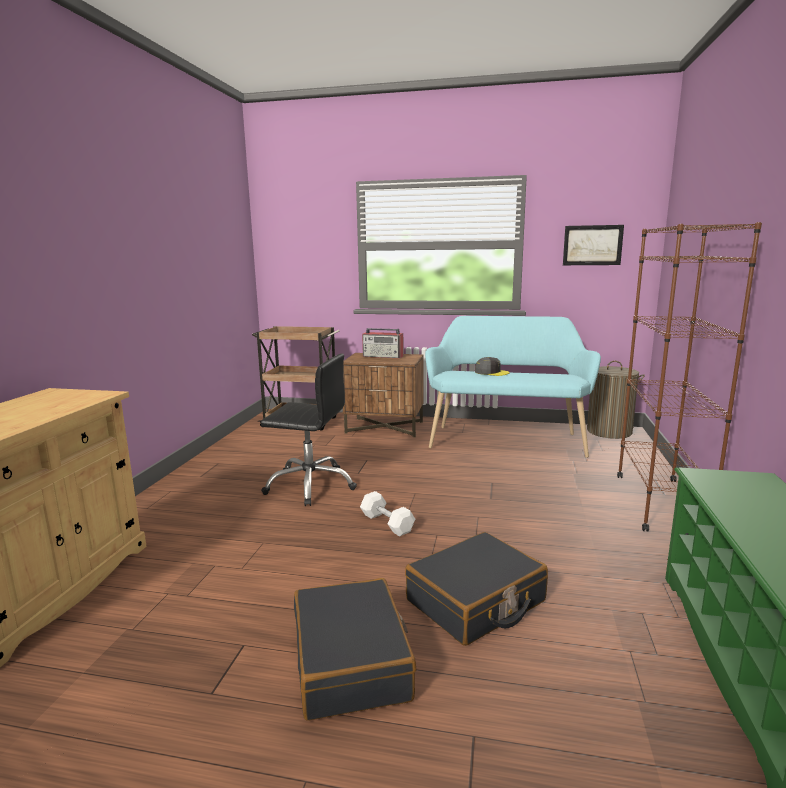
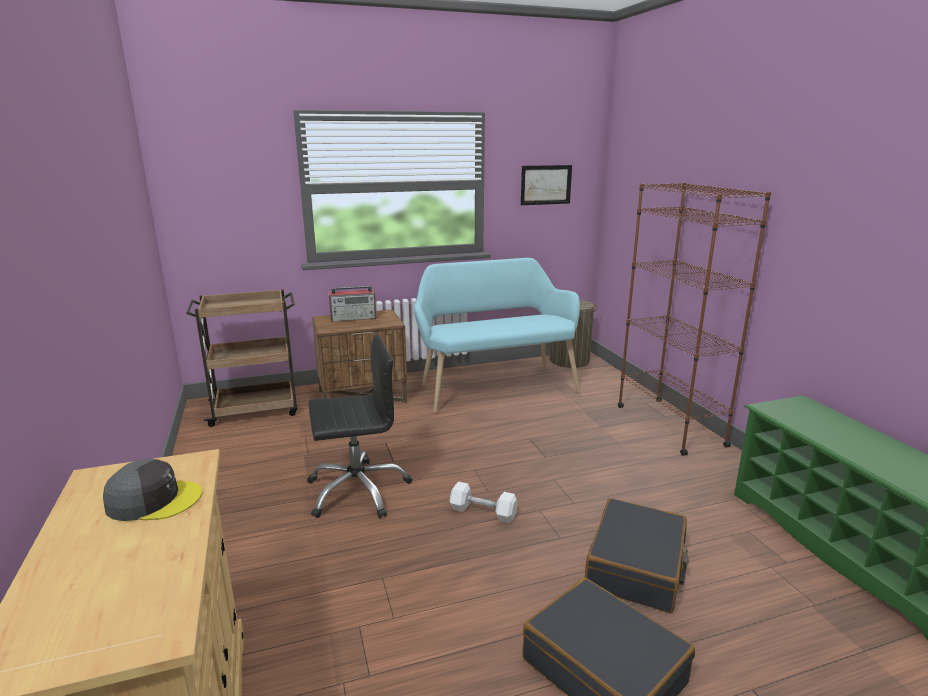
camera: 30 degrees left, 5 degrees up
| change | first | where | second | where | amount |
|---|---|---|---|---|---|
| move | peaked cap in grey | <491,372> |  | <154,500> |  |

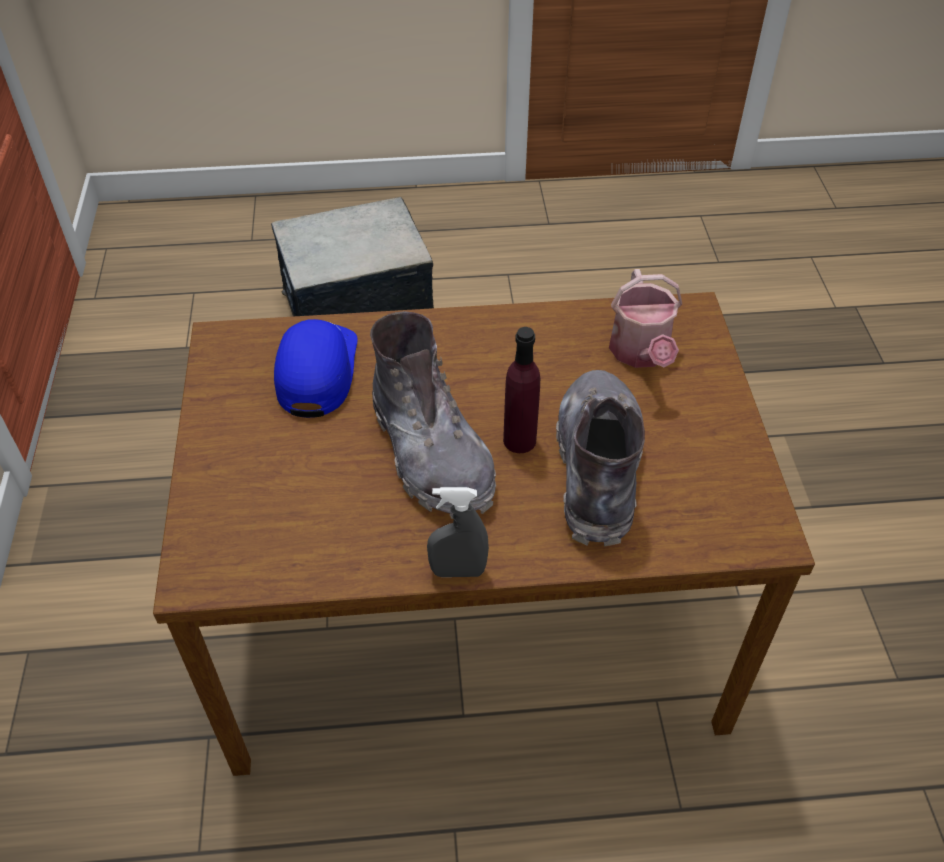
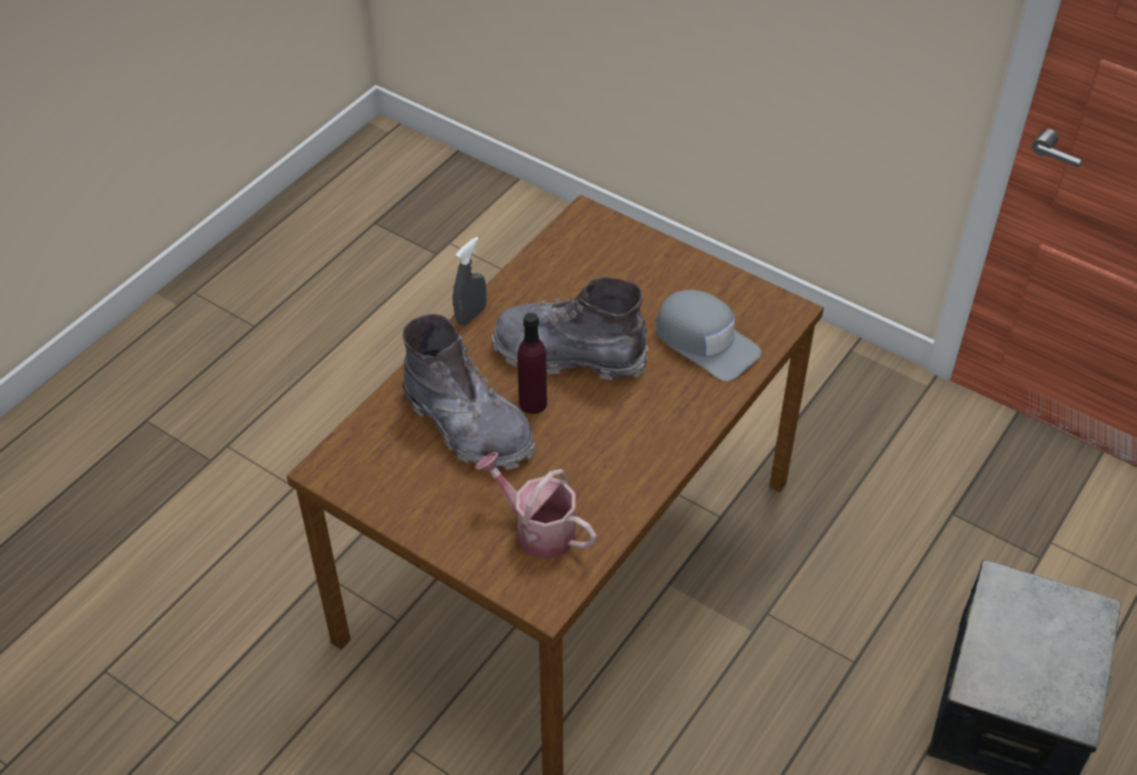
camera: 130 degrees right, 0 degrees up
| change | first | where | second | where | amount |
|---|---|---|---|---|---|
| recolor | peaked cap in blue | <316,371> | peaked cap in grey | <705,342> |  |

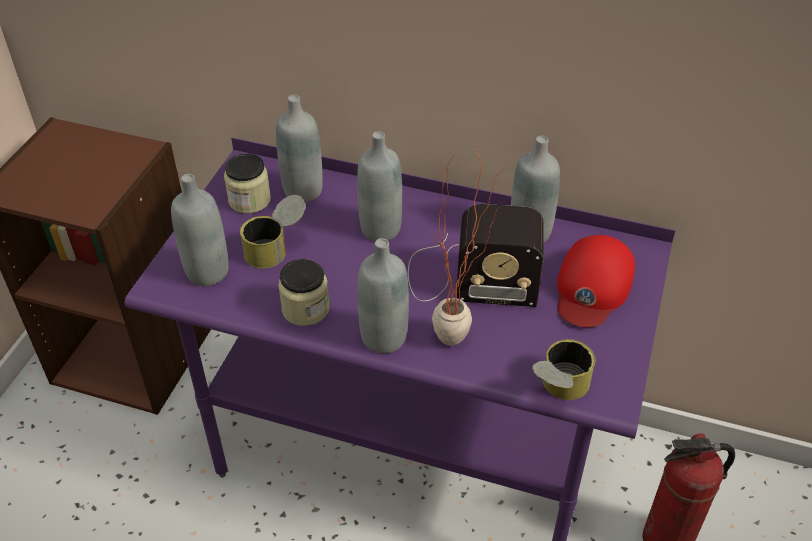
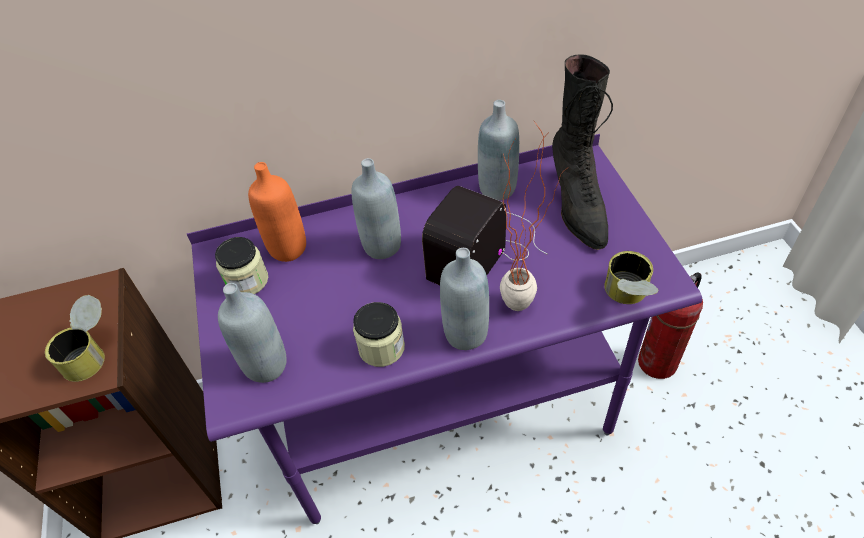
camera: 30 degrees left, 5 degrees up
| change | first | where | second | where | amount |
|---|---|---|---|---|---|
| move | metal can | <276,248> |  | <92,352> |  |
| recolor | beverage bottle in grey | <303,191> | beverage bottle in orange | <288,248> |  |
| rotate | radio receiver | <467,278> |  | <484,248> | 150 degrees clockwise |
| replace | peaked cap in red | <592,287> | high-top boot in blackish | <577,206> |  |

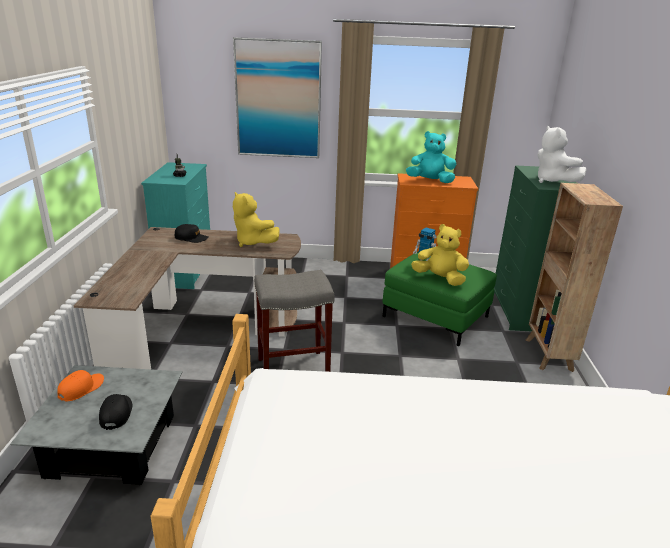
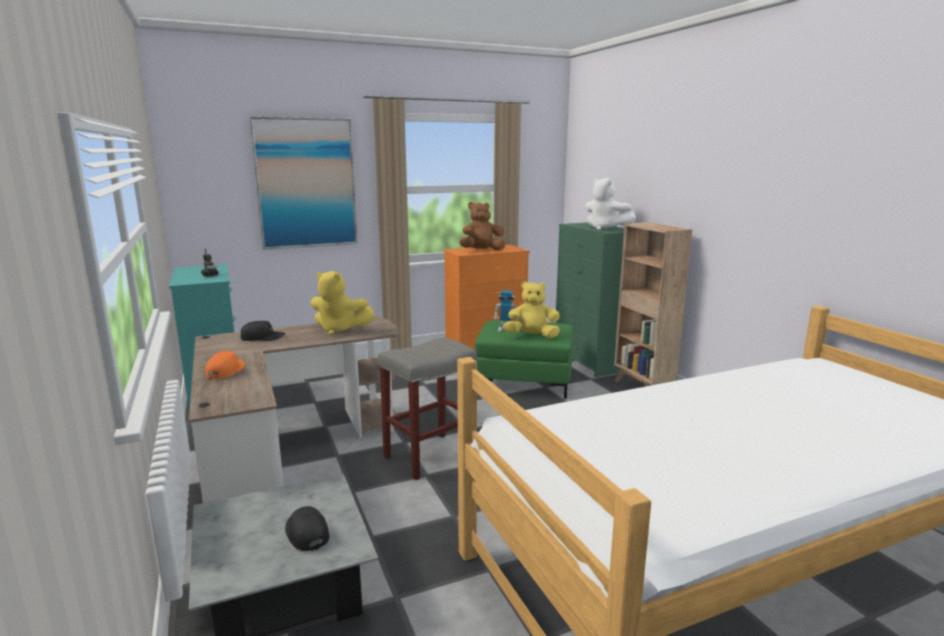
camera: 25 degrees left, 10 degrees down
| change | first | where | second | where | amount |
|---|---|---|---|---|---|
| move | peaked cap in orange | <81,388> |  | <226,371> |  |
| recolor | plush toy in blue-green | <430,181> | plush toy in brownish | <481,250> |  |

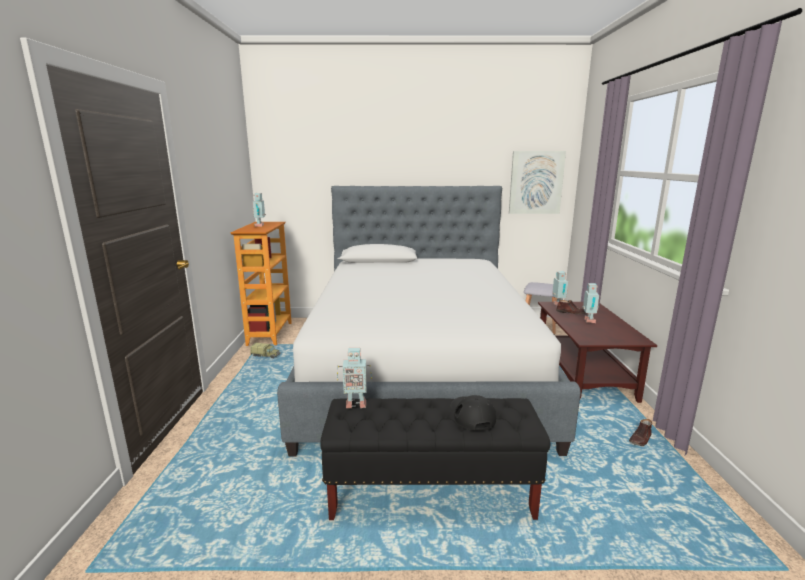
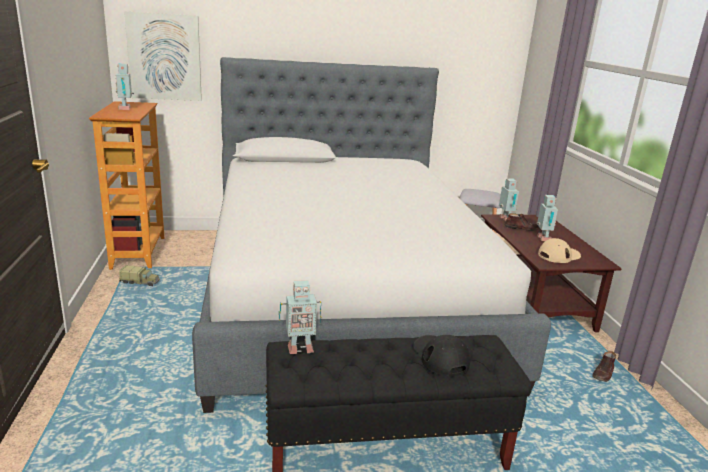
camera: 10 degrees left, 5 degrees up
| change | first | where | second | where | amount |
|---|---|---|---|---|---|
| move | wall art | <536,182> |  | <164,57> |  |
| insert |  |  | peaked cap in sand-coloured | <558,255> |  |

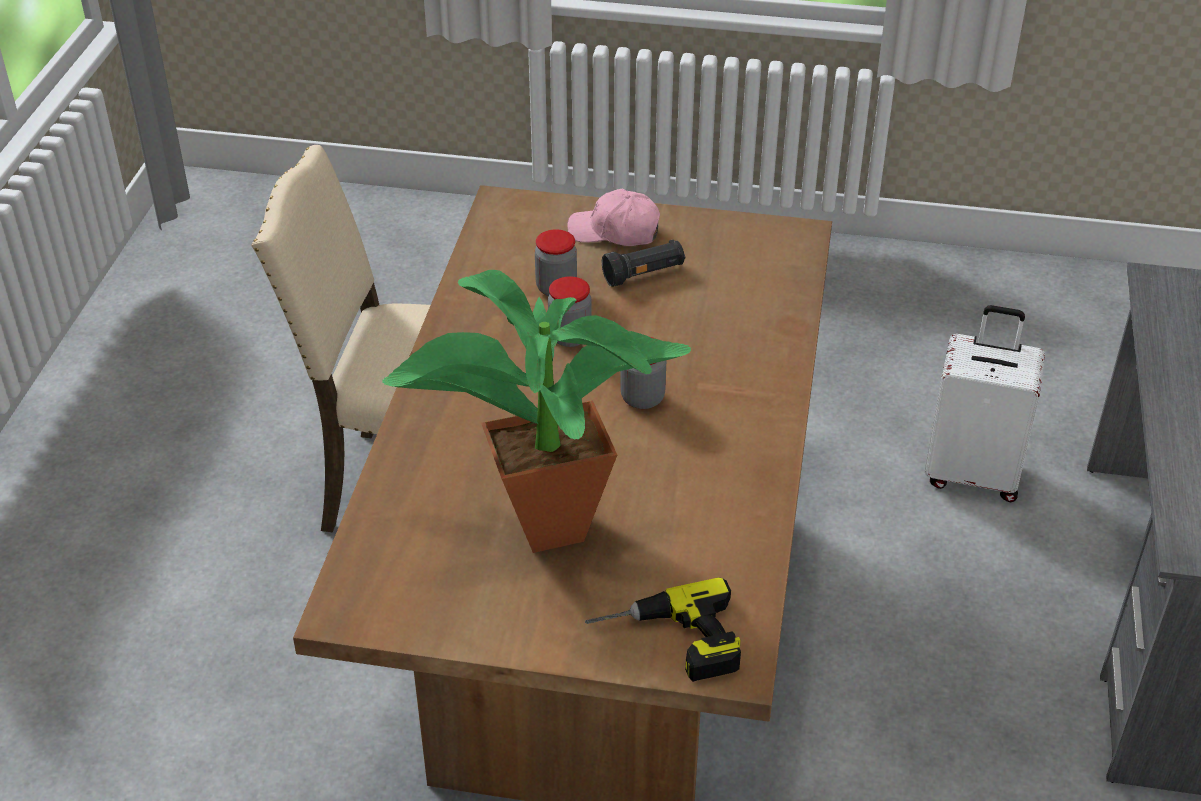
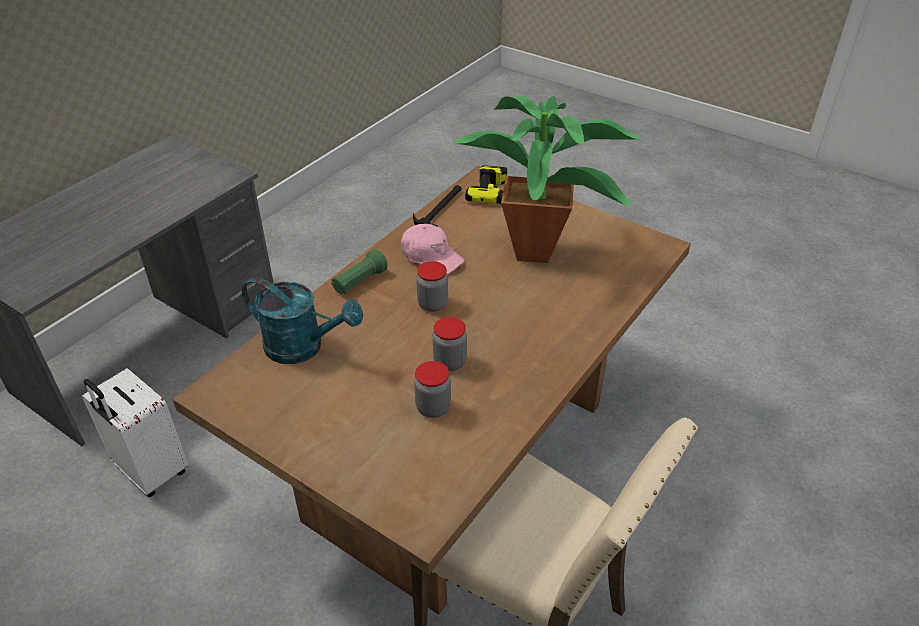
camera: 155 degrees left, 0 degrees up
| change | first | where | second | where | amount |
|---|---|---|---|---|---|
| move | peaked cap in pink-coloured | <615,231> |  | <431,257> |  |
| delete | torch in blackish | <644,274> |  |  |  |
| insert |  |  | sprinkling can in blue-green | <303,347> |  |
| insert |  |  | torch in green | <359,282> |  |
| insert |  |  | hand hammer | <439,208> |  |

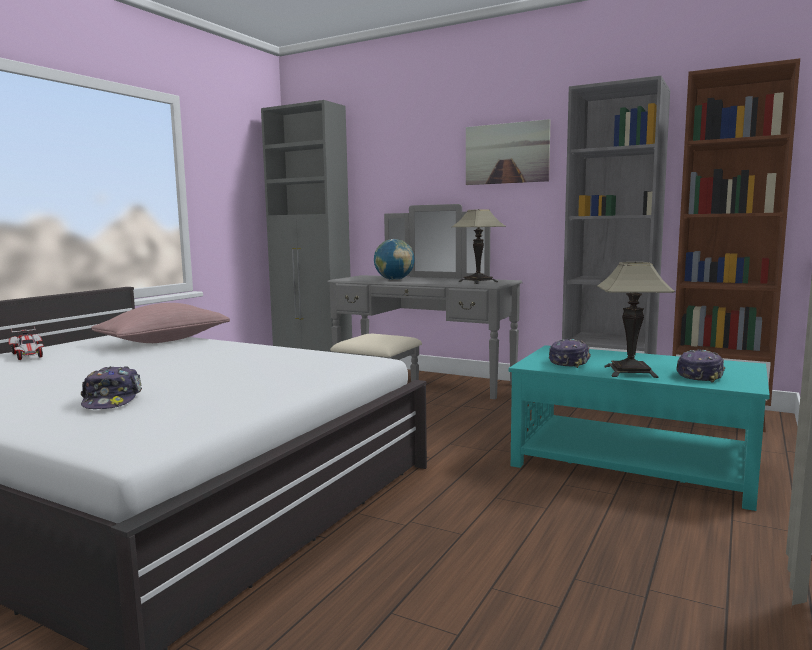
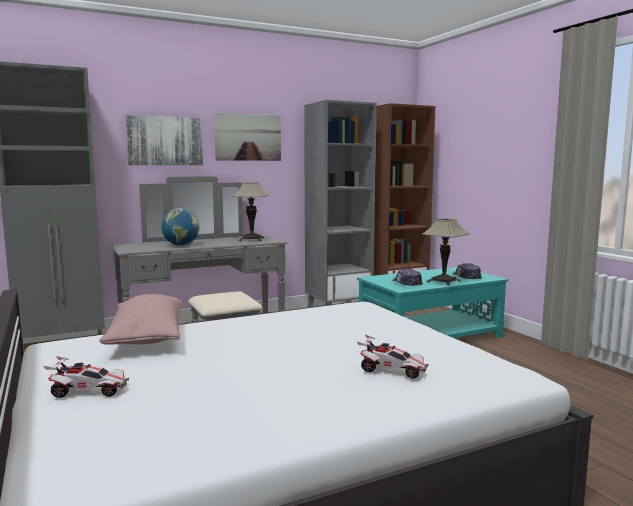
camera: 55 degrees left, 0 degrees up
| change | first | where | second | where | amount |
|---|---|---|---|---|---|
| replace | peaked cap | <112,400> | miniature car | <392,370> |  |
| insert |  |  | wall art | <165,141> |  |

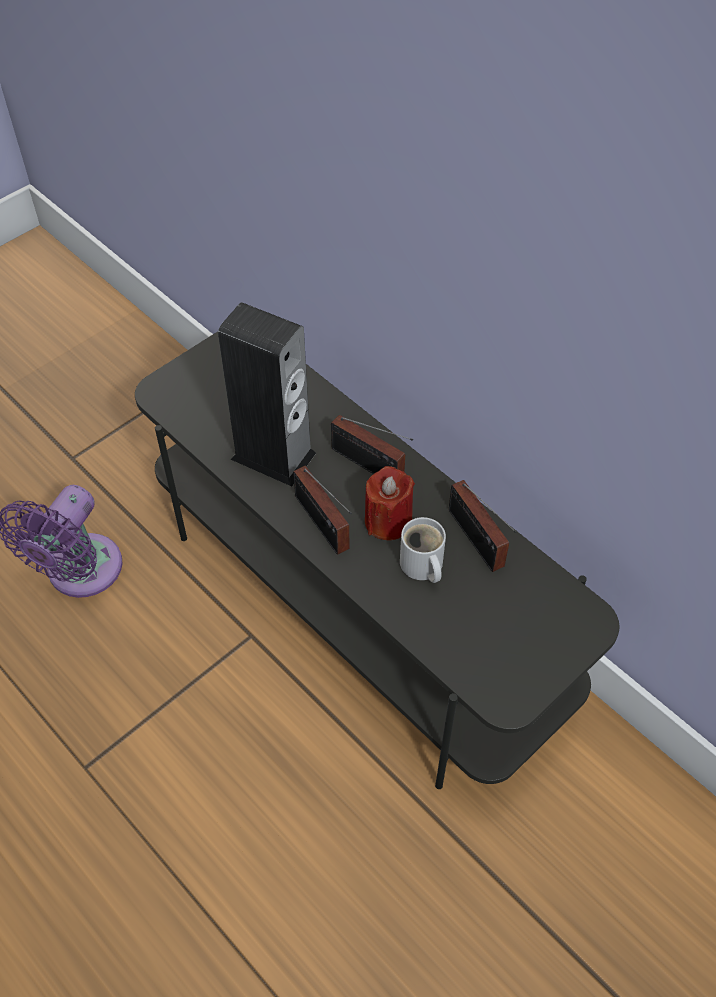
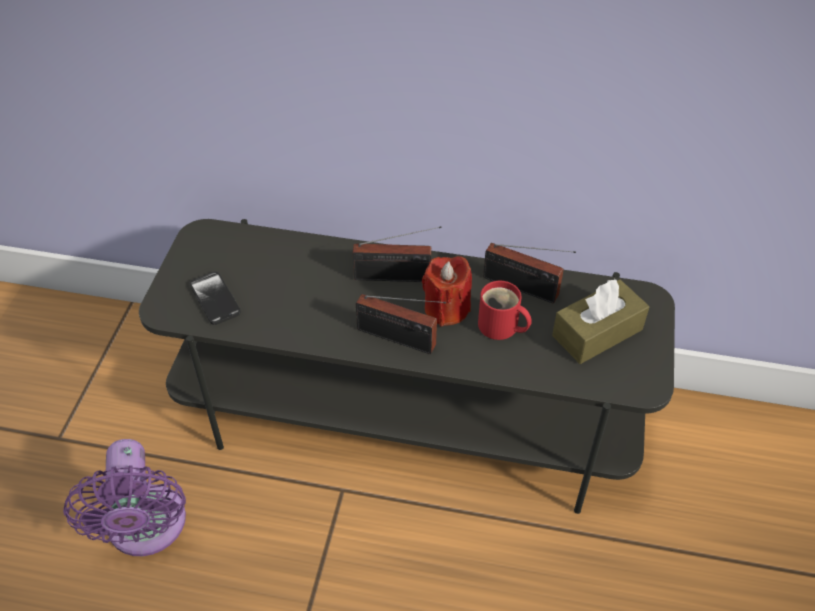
camera: 35 degrees left, 5 degrees down
| change | first | where | second | where | amount |
|---|---|---|---|---|---|
| delete | audio speaker | <273,456> |  |  |  |
| recolor | tea mug in whitish | <421,566> | tea mug in red | <500,327> |  |
| insert |  |  | phone | <215,299> |  |
| insert |  |  | box of tissues in brownish | <597,332> |  |

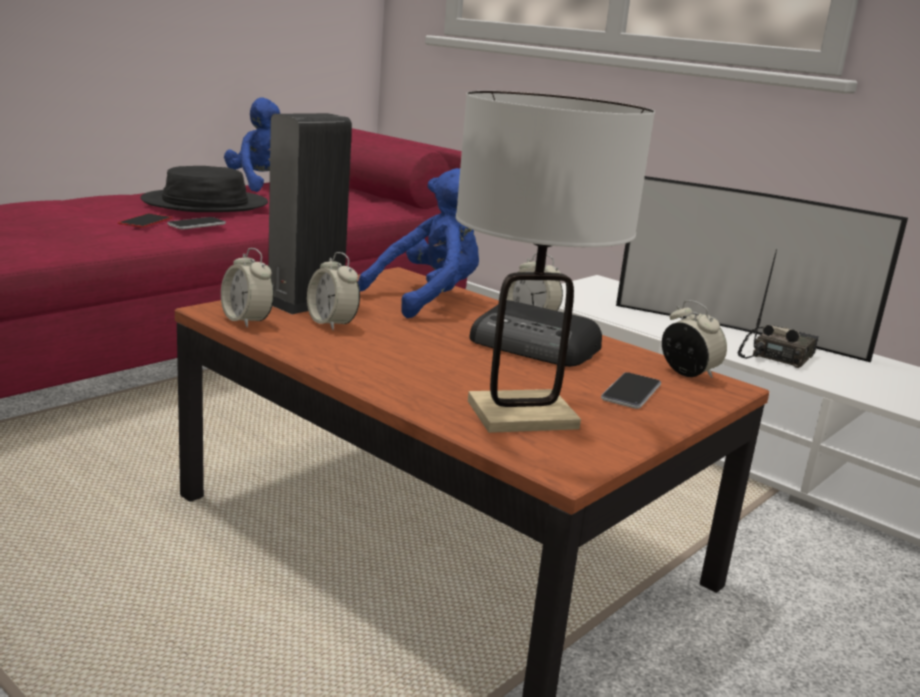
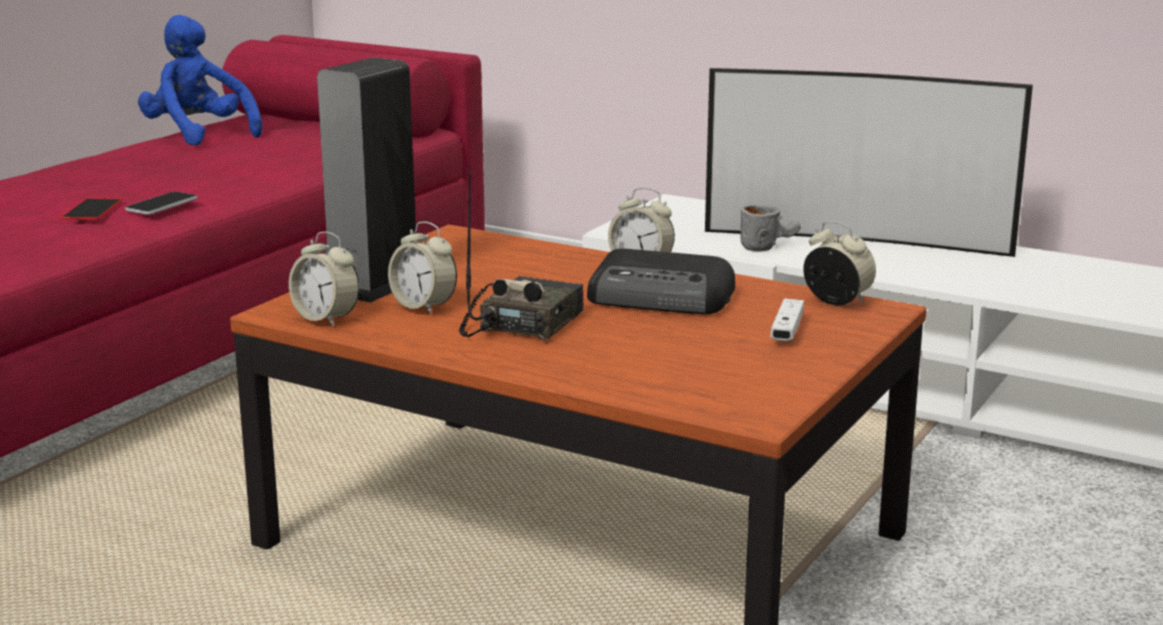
camera: 10 degrees left, 0 degrees up
| change | first | where | second | where | amount |
|---|---|---|---|---|---|
| delete | hat in blackish | <205,204> |  |  |  |
| delete | plush toy in blue | <428,299> |  |  |  |
| delete | tabletop lamp in whitish | <522,414> |  |  |  |
| replace | phone | <631,392> | gamepad in whitish | <787,331> |  |
| move | radio receiver | <776,355> |  | <521,323> |  |
| insert |  |  | tea mug in grey | <768,246> |  |

